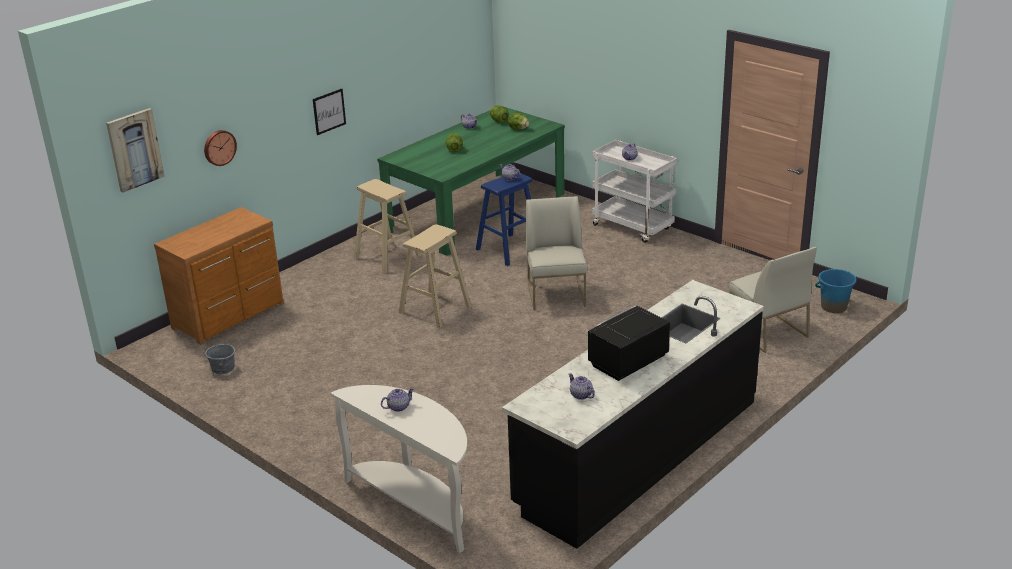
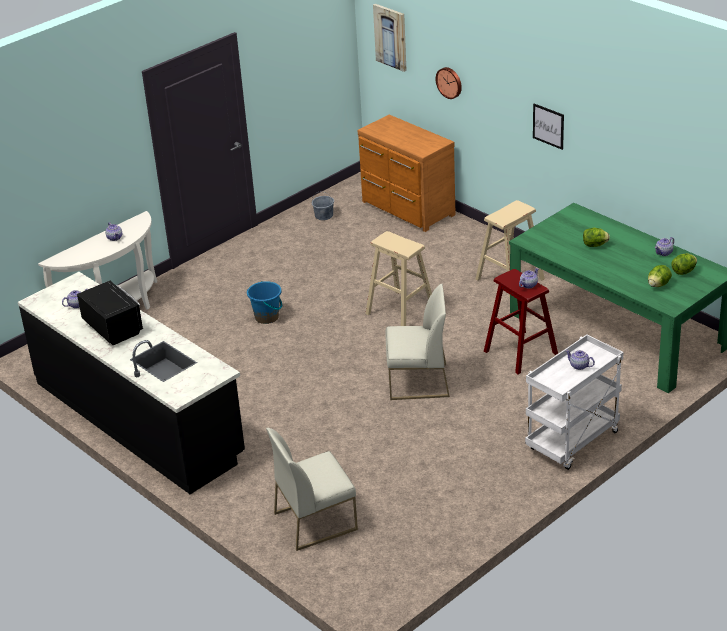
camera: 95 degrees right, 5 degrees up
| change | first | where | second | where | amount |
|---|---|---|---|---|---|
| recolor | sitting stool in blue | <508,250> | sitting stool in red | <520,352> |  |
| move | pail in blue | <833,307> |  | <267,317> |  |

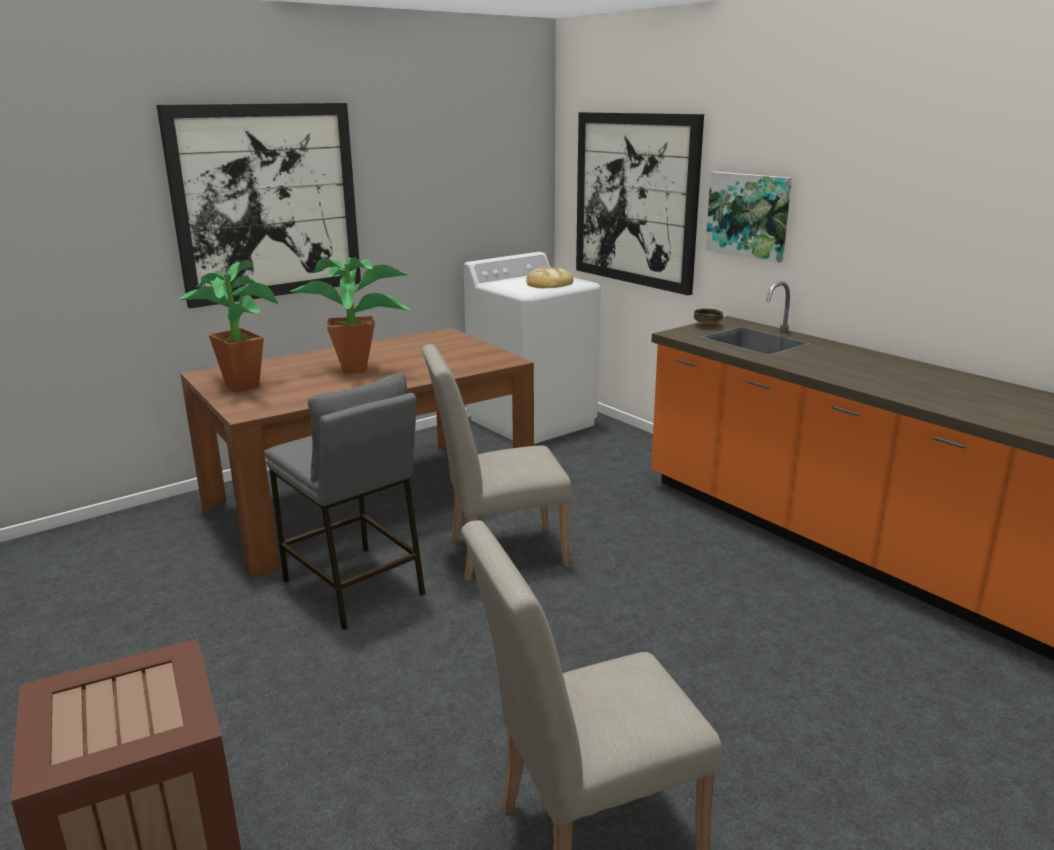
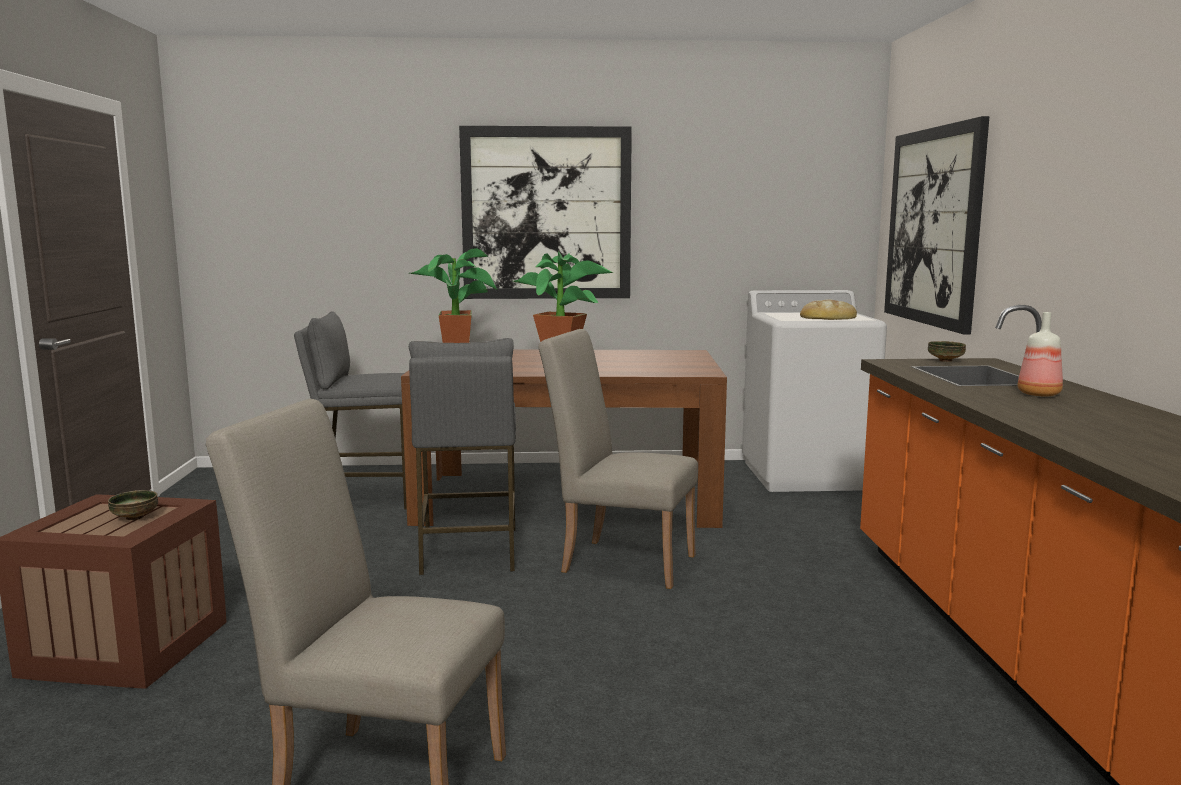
camera: 35 degrees right, 10 degrees down
| change | first | where | second | where | amount |
|---|---|---|---|---|---|
| delete | wall art | <748,215> |  |  |  |
| insert |  |  | serving bowl | <135,518> |  |
| insert |  |  | sitting stool in grey | <366,496> |  |
| insert |  |  | beverage bottle | <1038,394> |  |

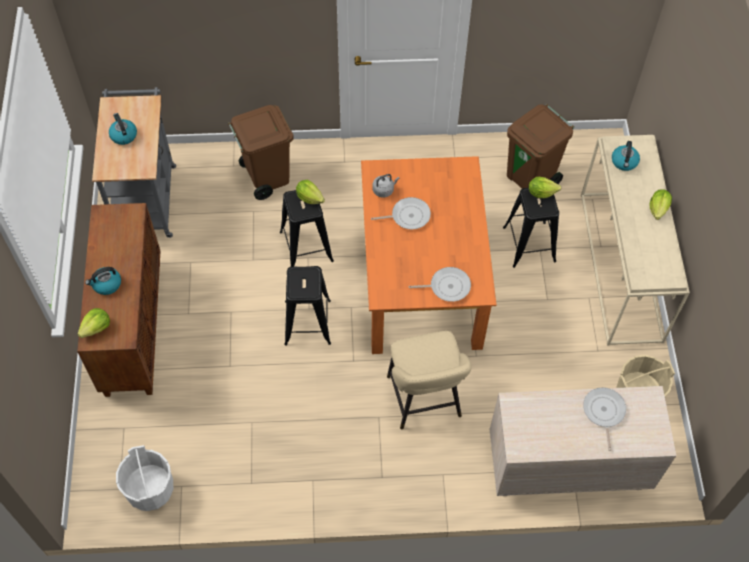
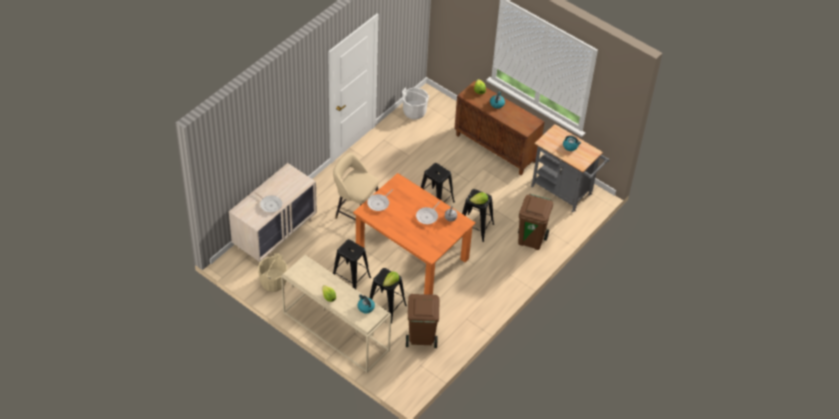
camera: 130 degrees right, 10 degrees down
| change | first | where | second | where | amount |
|---|---|---|---|---|---|
| insert |  |  | sitting stool in blackish | <351,279> |  |

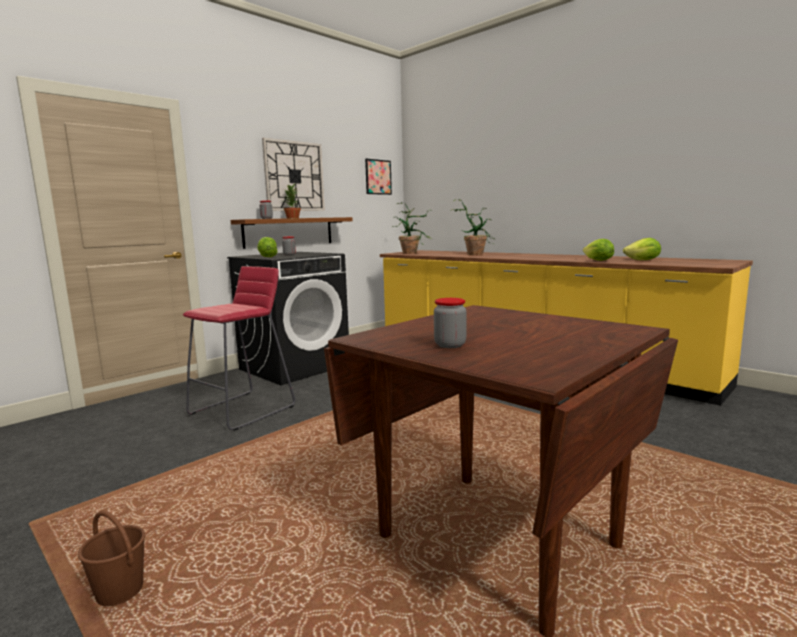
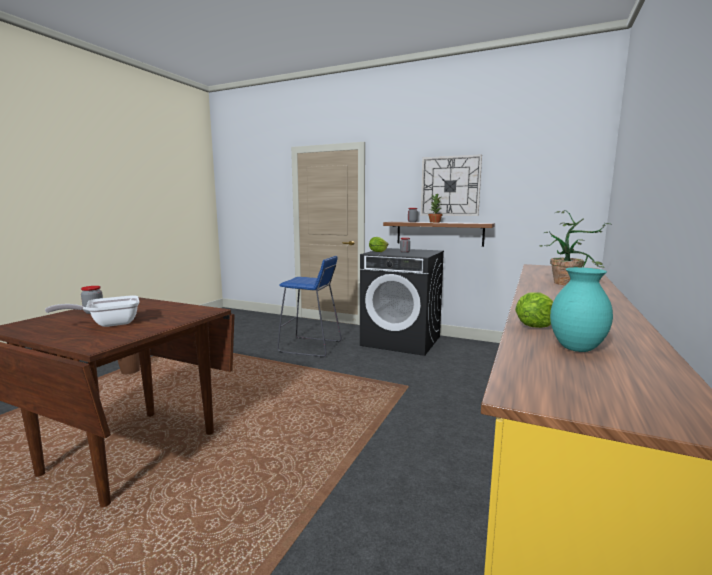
camera: 70 degrees right, 0 degrees up
| change | first | where | second | where | amount |
|---|---|---|---|---|---|
| recolor | sitting stool in red | <243,410> | sitting stool in blue | <311,347> |  |
| delete | wall art | <378,177> |  |  |  |
| delete | potted plant | <412,253> |  |  |  |
| replace | lettuce | <643,260> | vase in blue-green | <576,349> |  |
| insert |  |  | pan | <109,324> |  |

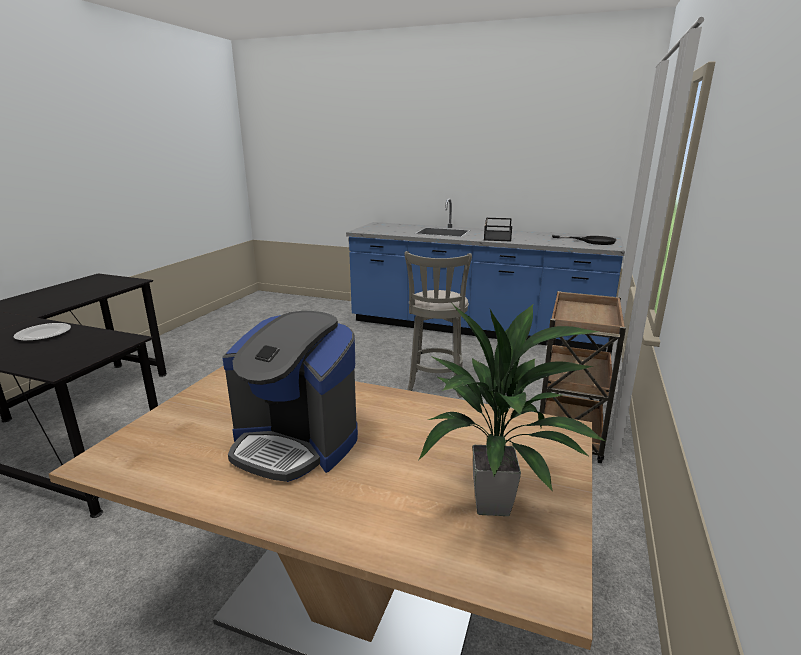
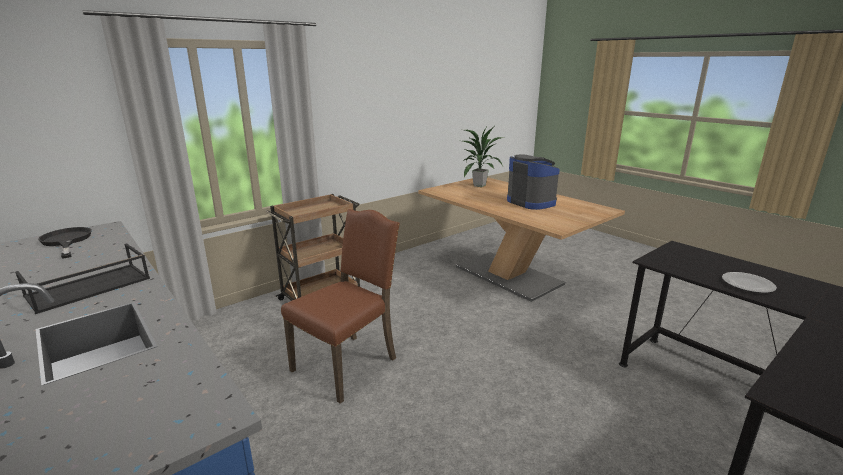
camera: 150 degrees left, 0 degrees up
| change | first | where | second | where | amount |
|---|---|---|---|---|---|
| replace | sitting stool in grey | <435,386> | plain chair in brownish | <348,364> |  |

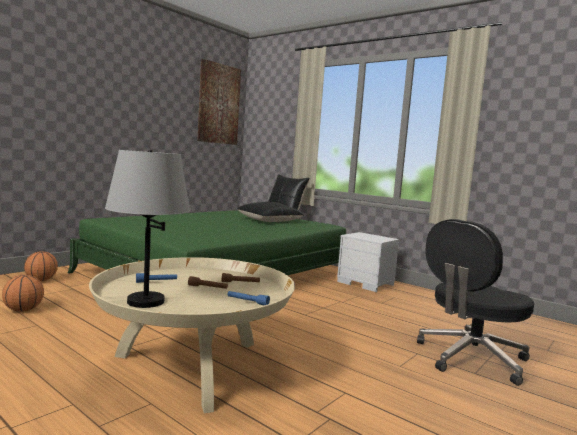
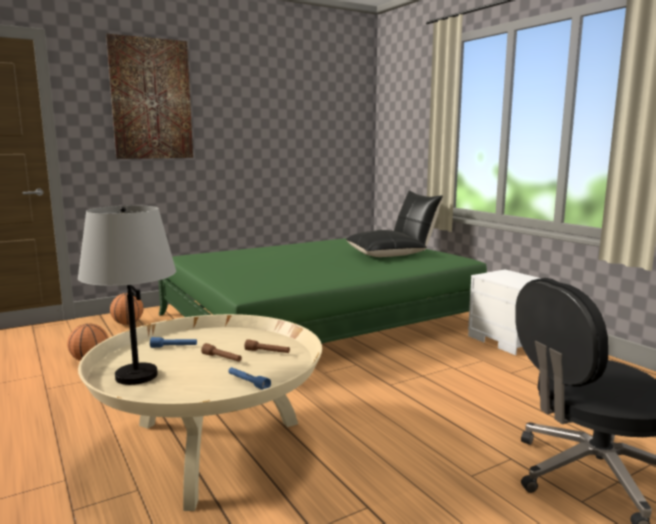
camera: 20 degrees right, 5 degrees up
| change | first | where | second | where | amount |
|---|---|---|---|---|---|
| move | wall art | <219,104> |  | <151,99> |  |

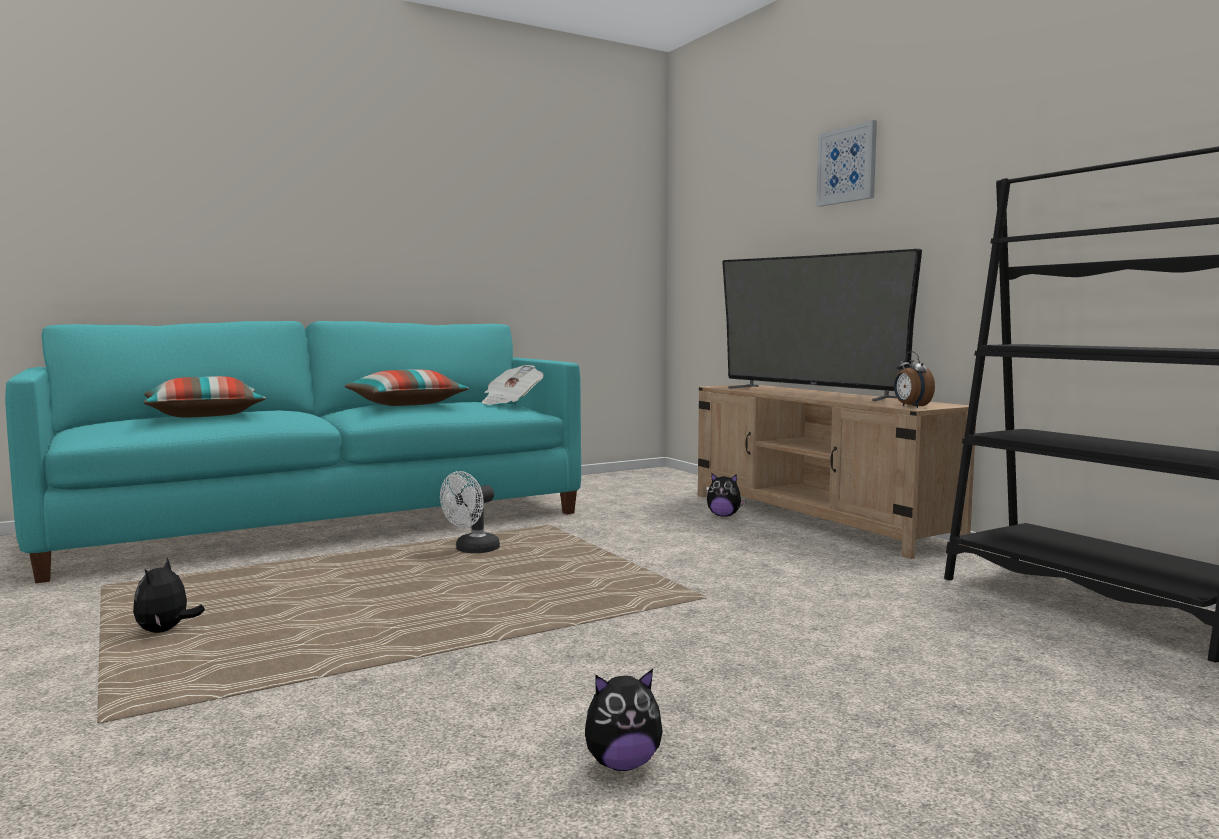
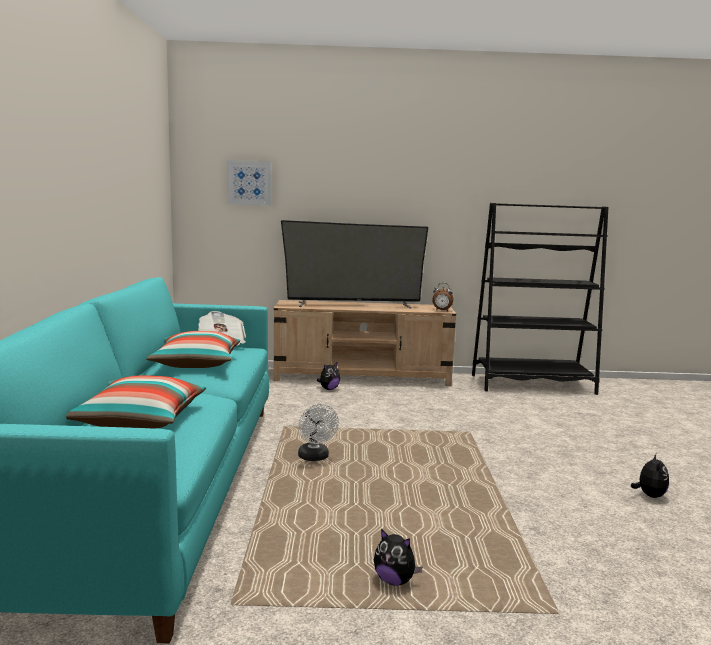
camera: 60 degrees left, 5 degrees up
| change | first | where | second | where | amount |
|---|---|---|---|---|---|
| move | wall art | <847,165> |  | <249,183> |  |

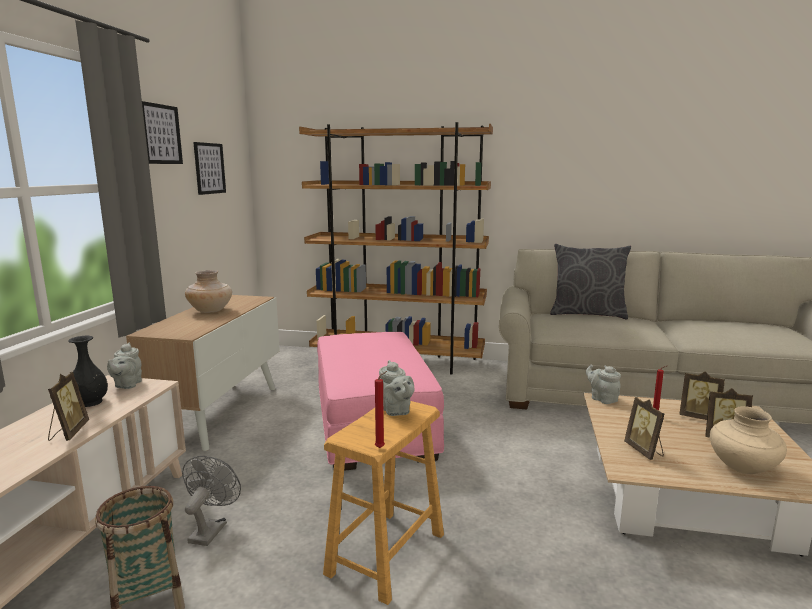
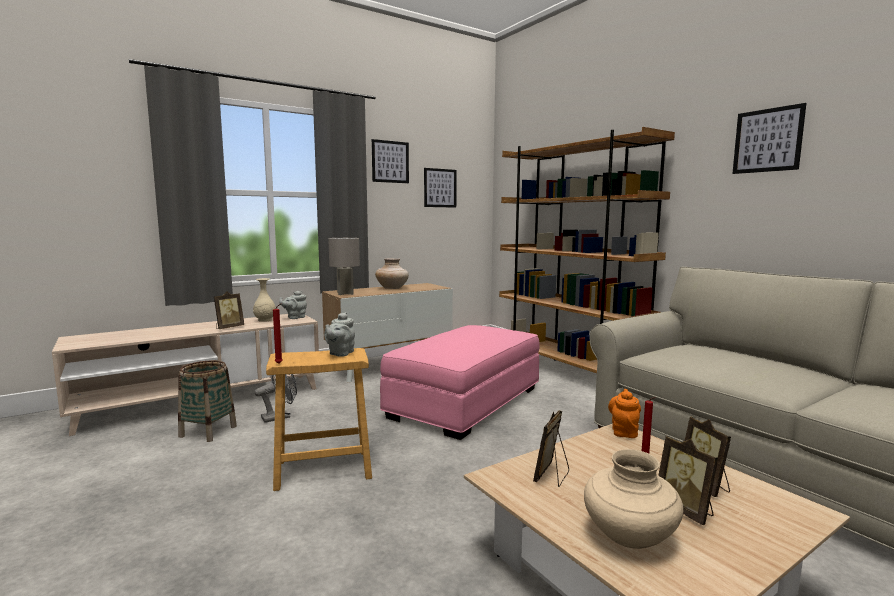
camera: 45 degrees right, 5 degrees down
| change | first | where | second | where | amount |
|---|---|---|---|---|---|
| recolor | vase in blackish | <90,402> | vase in sand-coloured | <264,320> |  |
| delete | throw pillow in grey | <587,314> |  |  |  |
| recolor | teapot in grey | <602,399> | teapot in orange | <624,431> |  |
| insert |  |  | tabletop lamp in grey | <345,293> |  |
| insert |  |  | wall art | <767,140> |  |

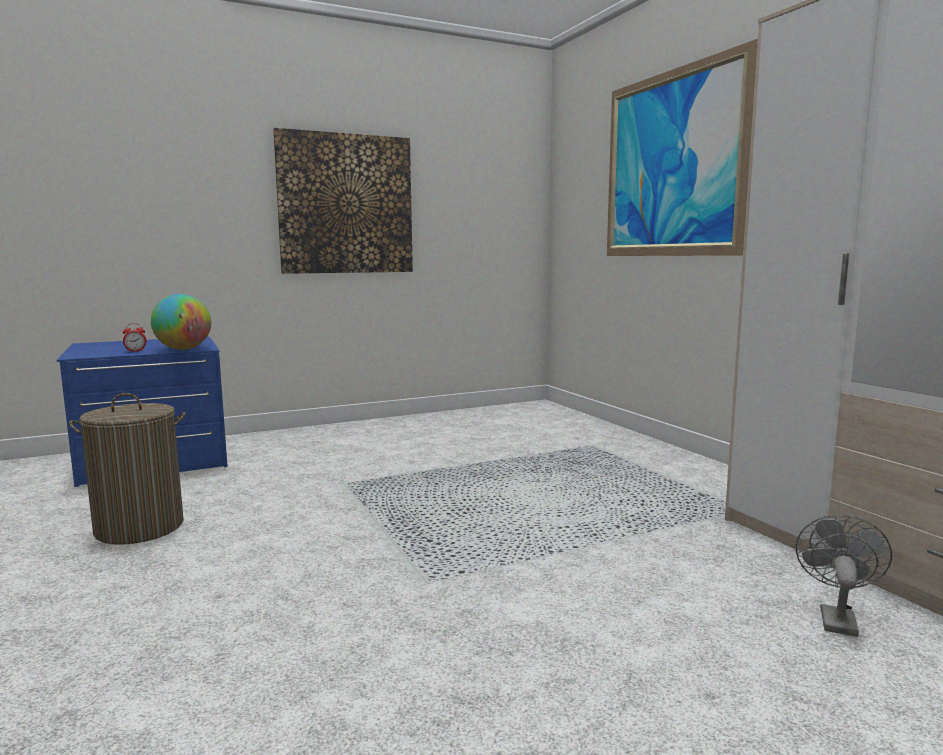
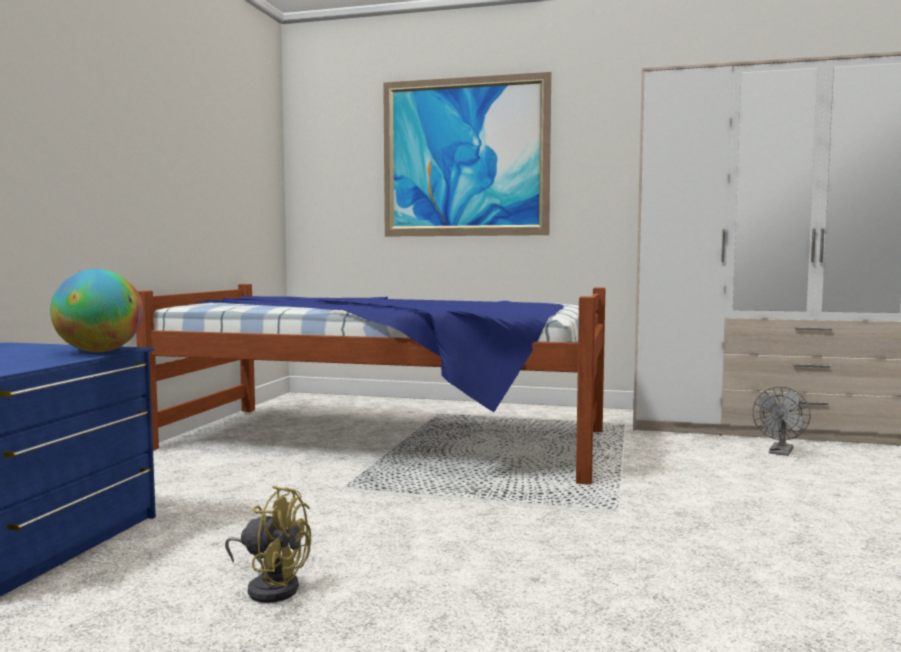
camera: 50 degrees left, 5 degrees down
| change | first | where | second | where | amount |
|---|---|---|---|---|---|
| replace | hamper | <140,527> | electric fan in yellow-coloured | <271,587> |  |
| delete | table clock | <135,351> |  |  |  |
| delete | wall art | <346,204> |  |  |  |
| rotate | electric fan in grey | <836,618> |  | <780,453> | 120 degrees counterclockwise |
| insert |  |  | sleeping bed | <383,440> |  |

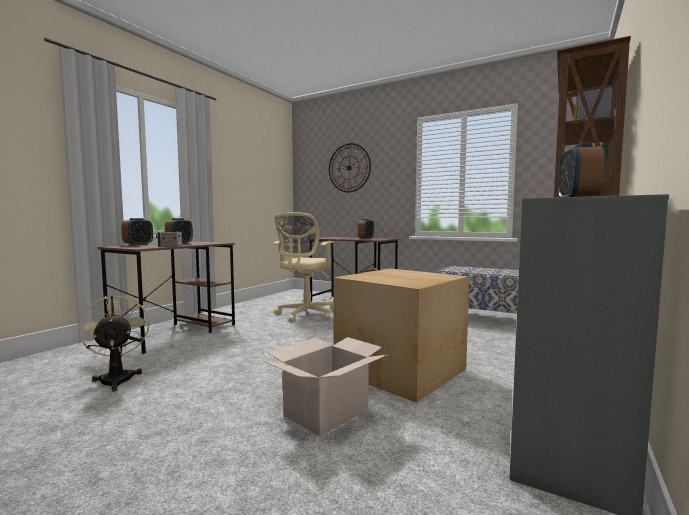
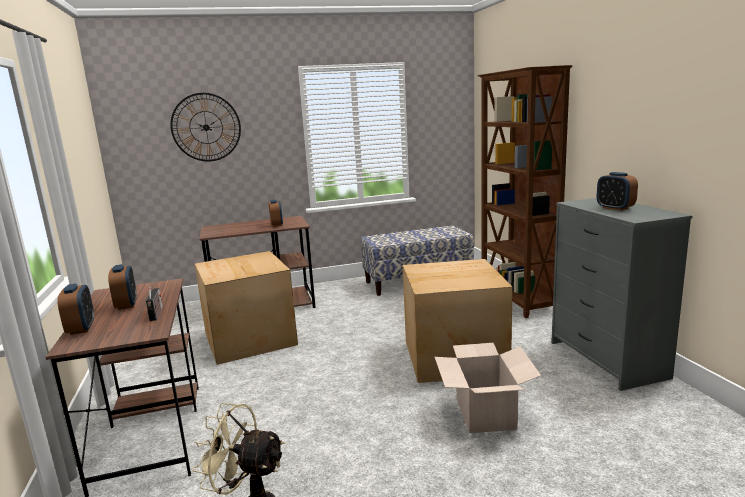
camera: 45 degrees left, 10 degrees up
| change | first | where | second | where | amount |
|---|---|---|---|---|---|
| replace | desk chair in sand-coloured | <305,315> | cardboard box | <249,340> |  |

